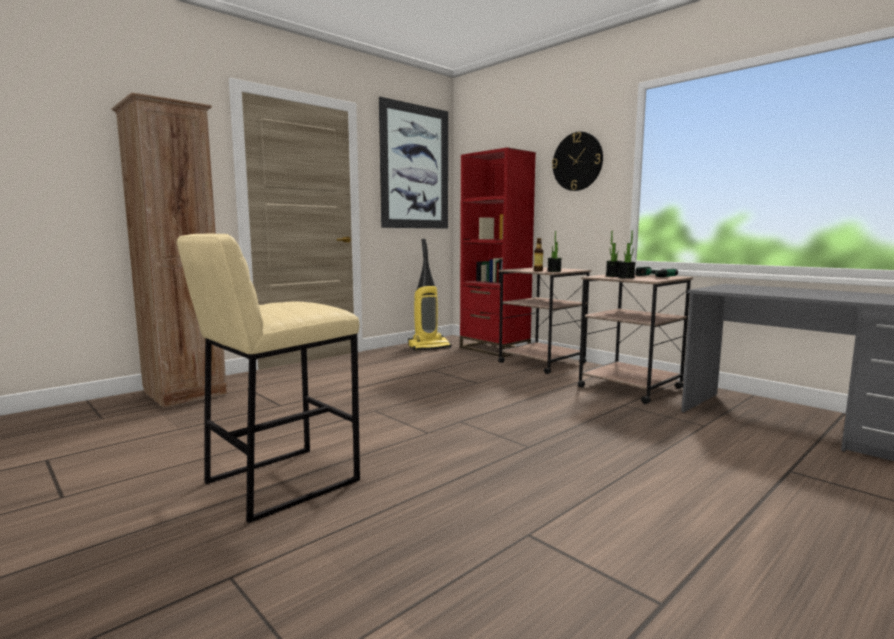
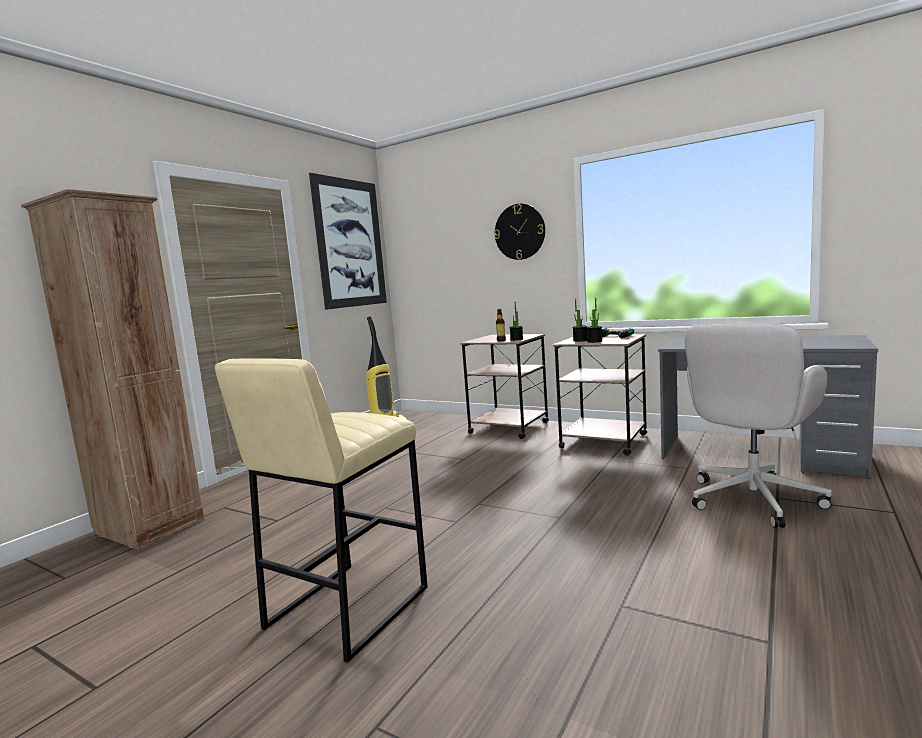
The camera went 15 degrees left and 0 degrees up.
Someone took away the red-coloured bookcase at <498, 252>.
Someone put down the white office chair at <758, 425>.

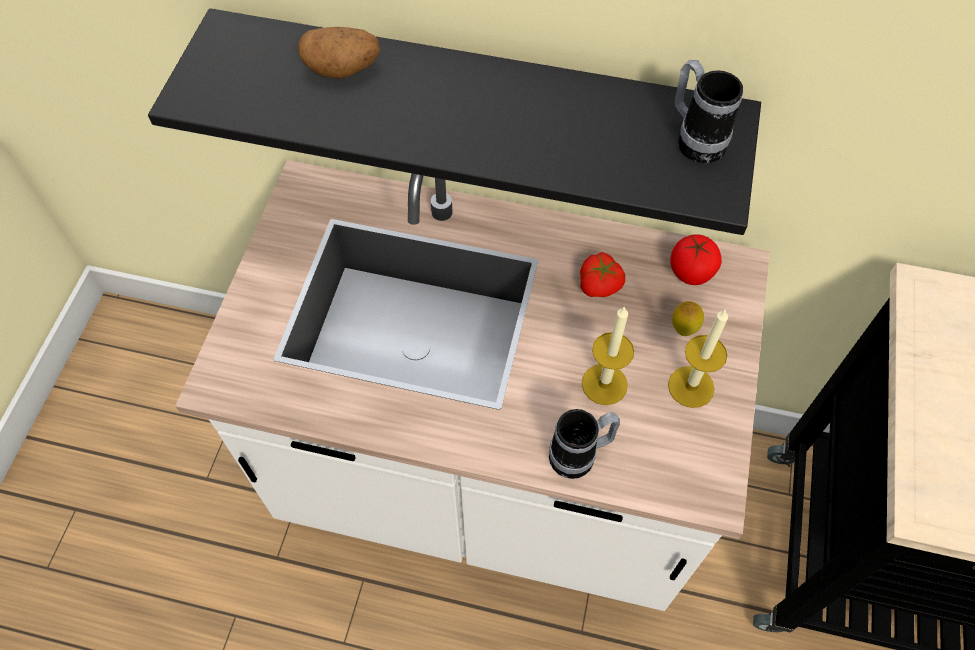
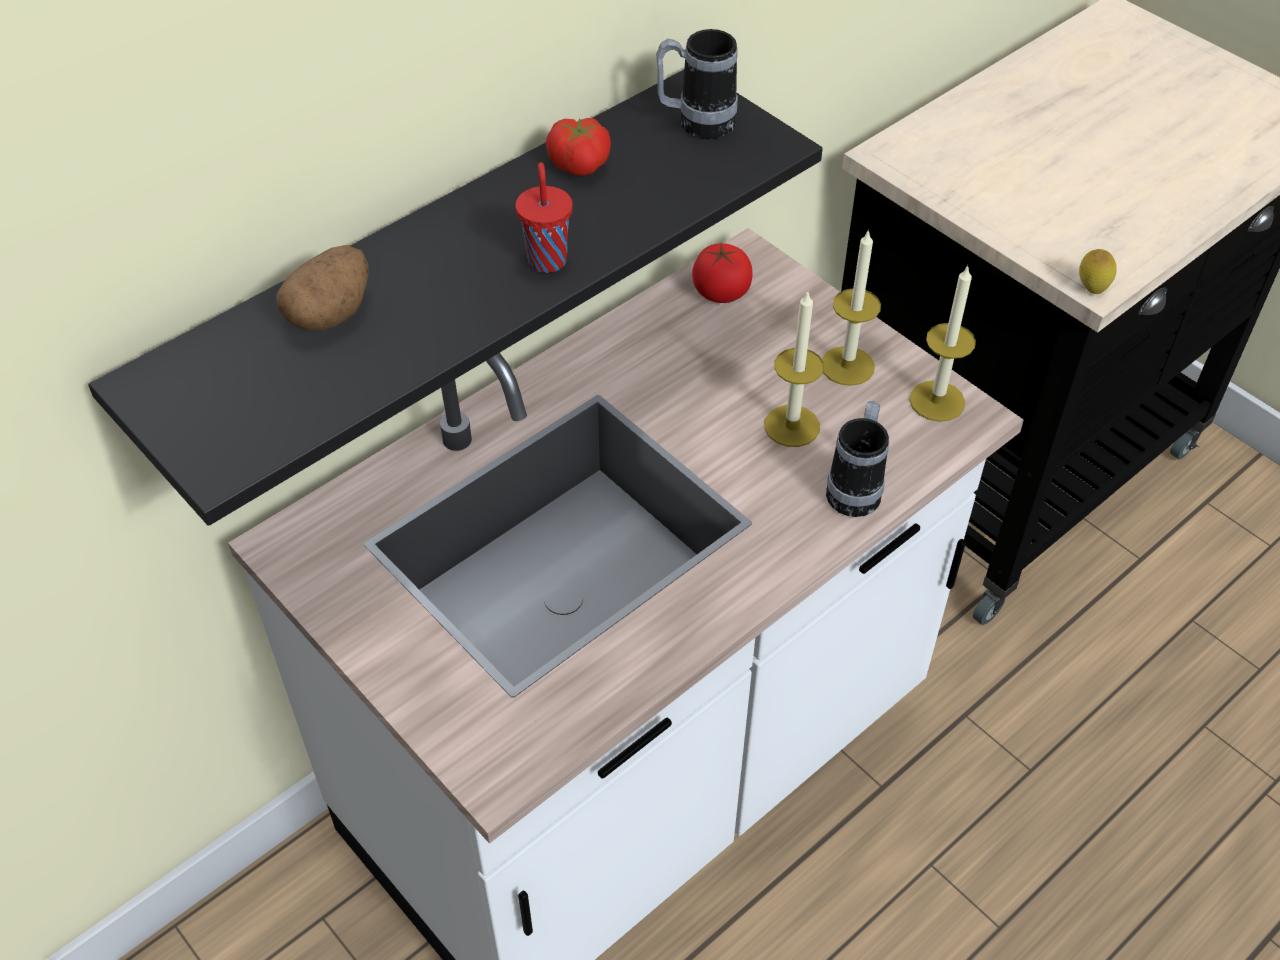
The camera went 55 degrees left and 10 degrees down.
Someone put down the red-coloured cup at <544, 217>.
Someone put down the wax candle at <942, 343>.
Someone carried the whole tomato from <602, 274> to <578, 147>.
Someone carried the citrus fruit from <688, 318> to <1098, 271>.

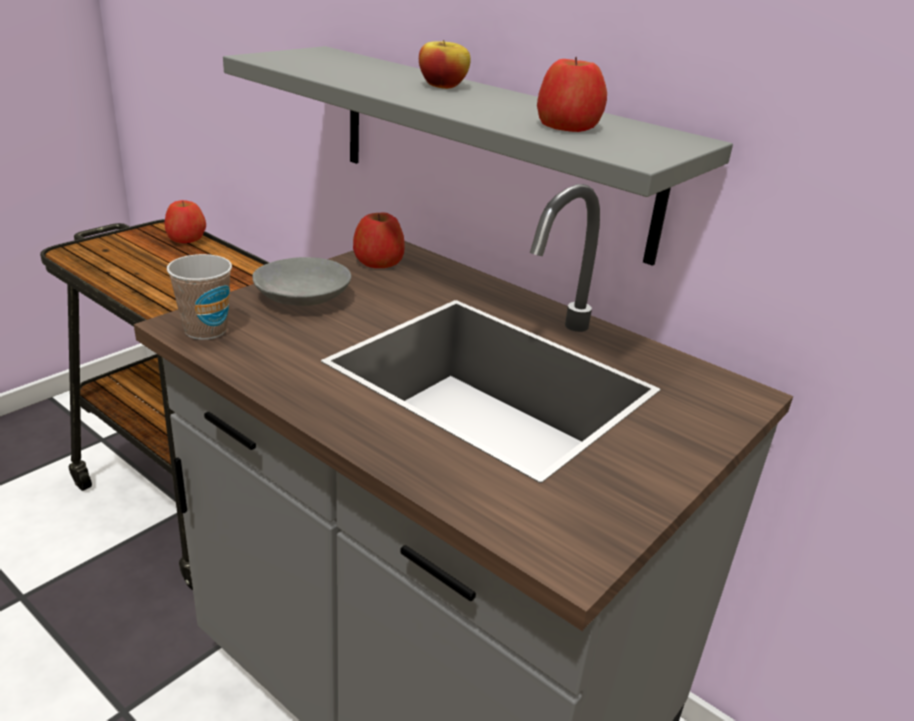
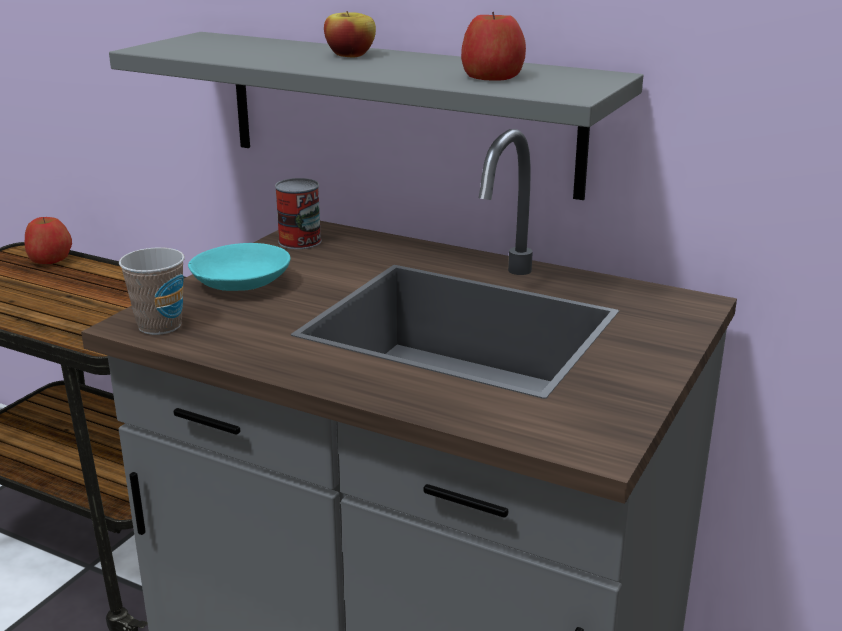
The camera went 10 degrees left and 5 degrees down.
Someone swapped the apple fruit at <379, 240> for the metal can at <298, 213>.
Someone repainted the gray bowl at <301, 281>, which became the turquoise bowl at <239, 267>.

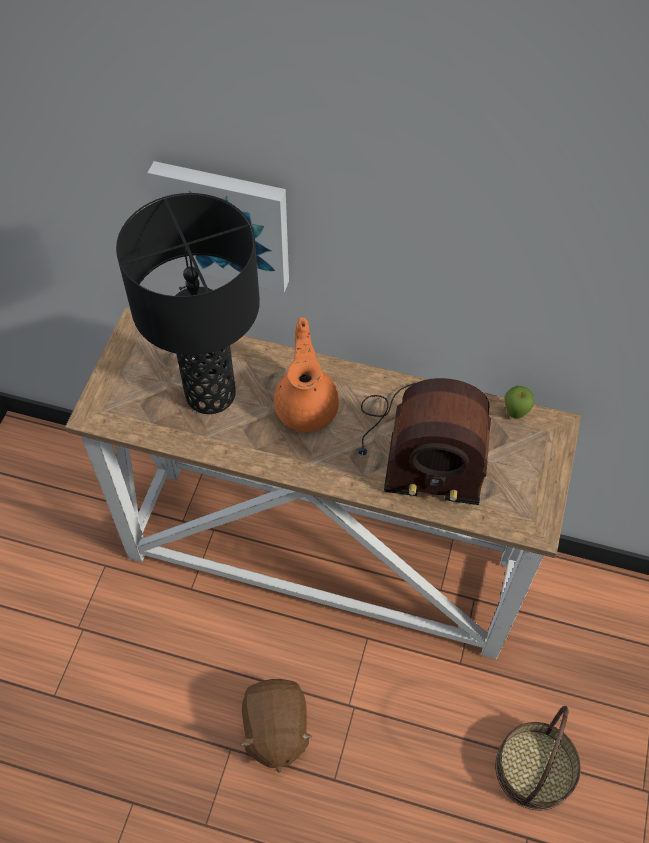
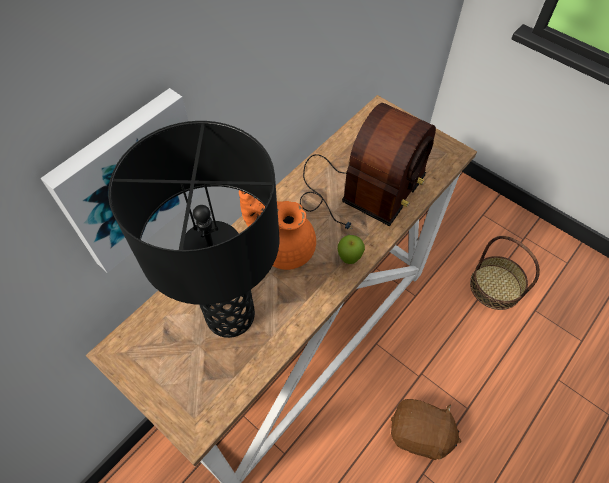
The camera went 65 degrees left and 0 degrees up.
Someone carried the apple fruit from <519, 402> to <351, 249>.

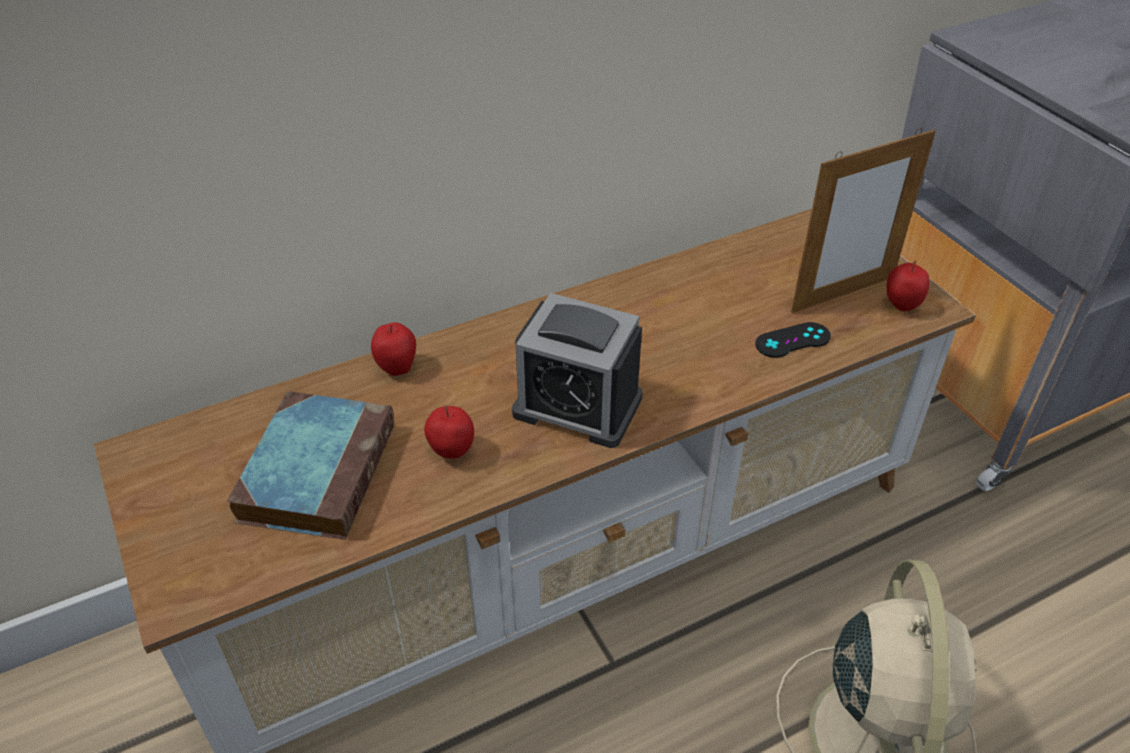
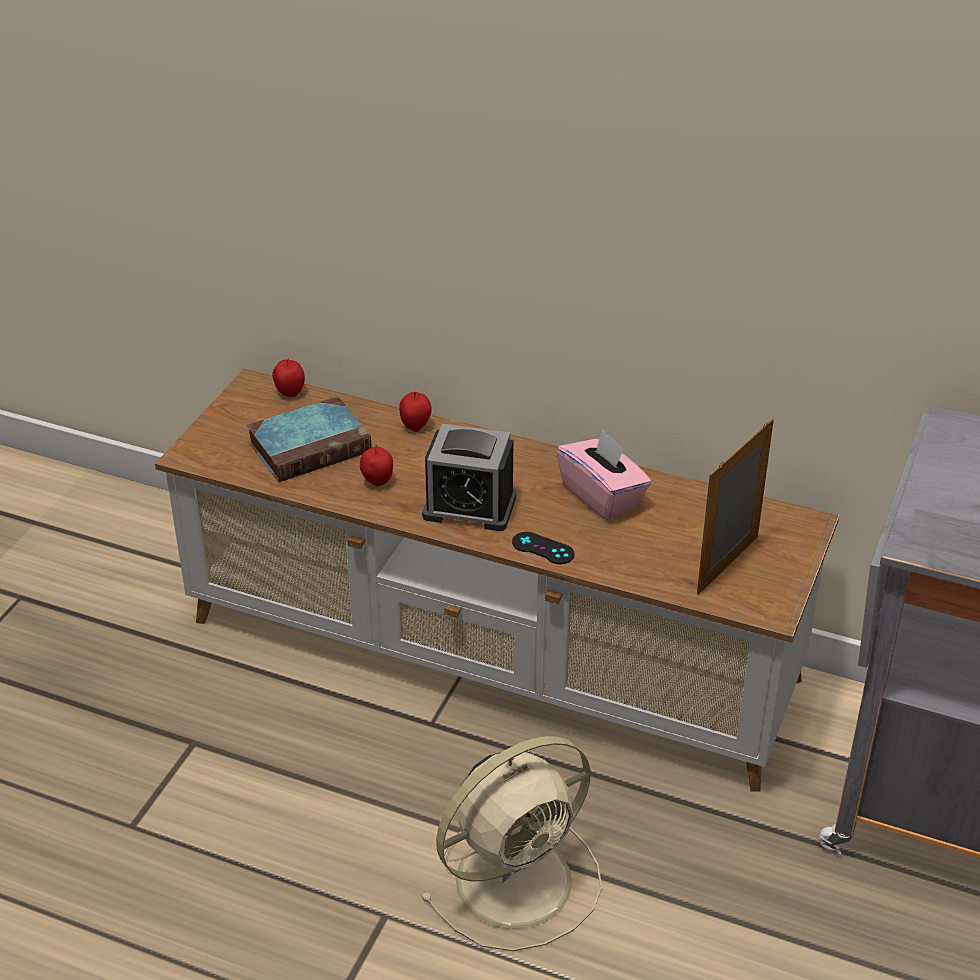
The camera went 50 degrees right and 5 degrees down.
Someone put down the pink-coloured tissue box at <604, 474>.
Someone carried the black joypad from <793, 340> to <543, 548>.
Someone carried the apple fruit from <908, 286> to <288, 377>.
Someone rotated the bedside clock at <577, 370> by 60 degrees counterclockwise.
Someone rotated the photo frame at <863, 220> by 105 degrees clockwise.

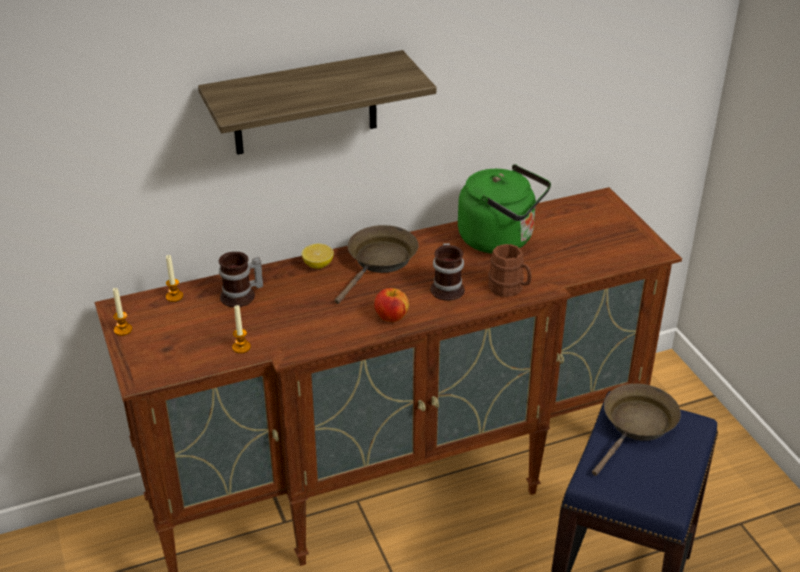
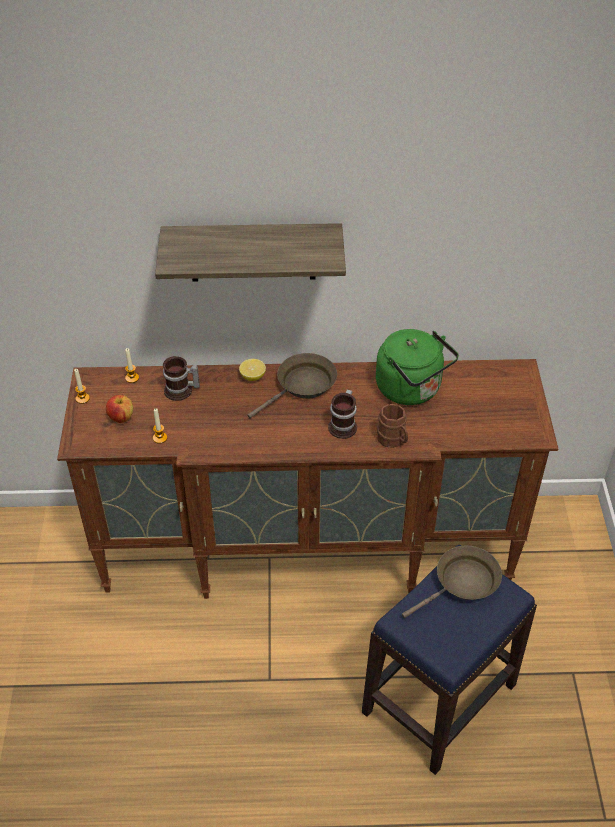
The camera went 20 degrees right and 10 degrees up.
Someone carried the apple fruit from <391, 305> to <119, 409>.

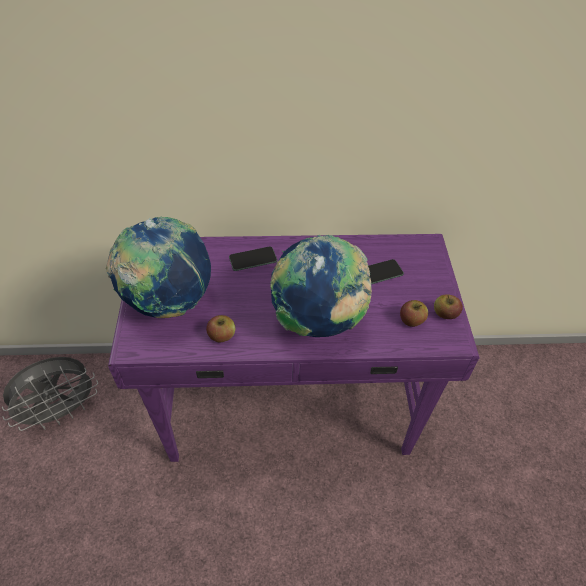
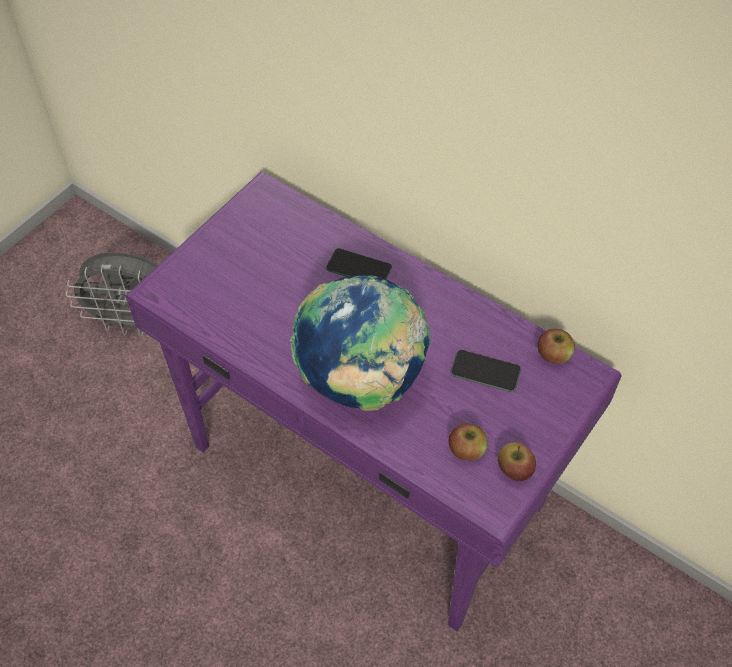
The camera went 40 degrees right and 5 degrees up.
Someone took away the desk globe at <158, 267>.
Someone carried the apple fruit from <220, 328> to <556, 346>.

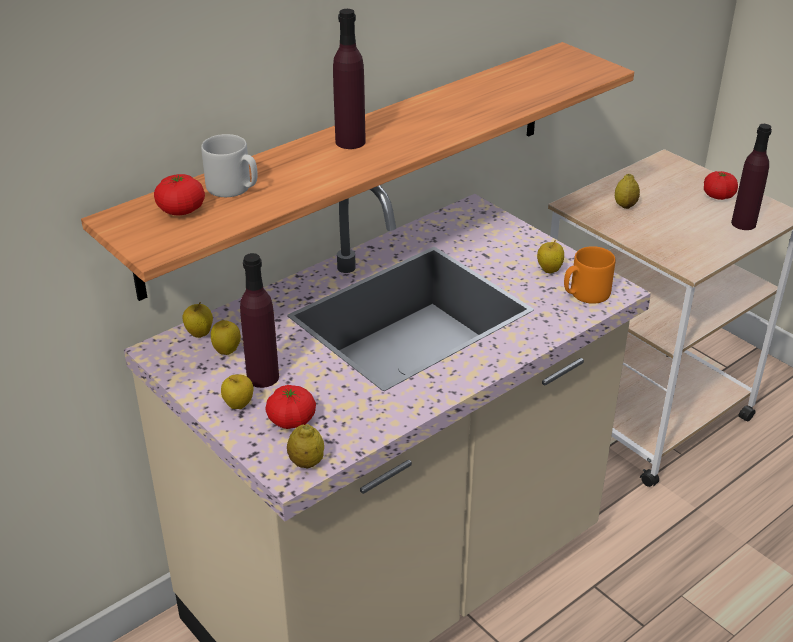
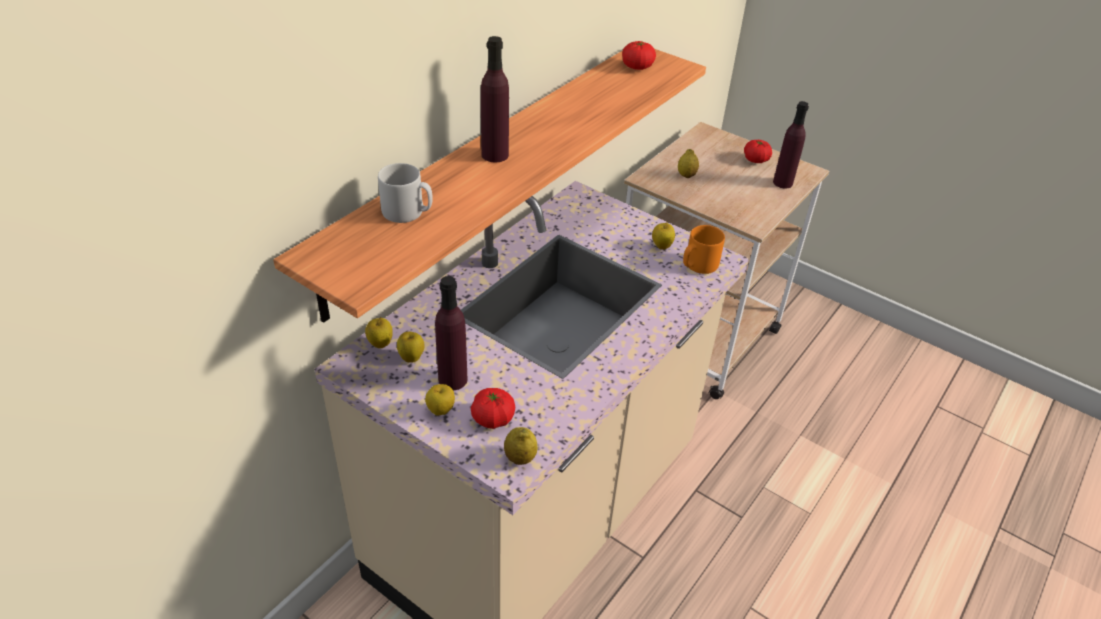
The camera went 15 degrees left and 5 degrees up.
Someone carried the whole tomato from <179, 194> to <639, 55>.

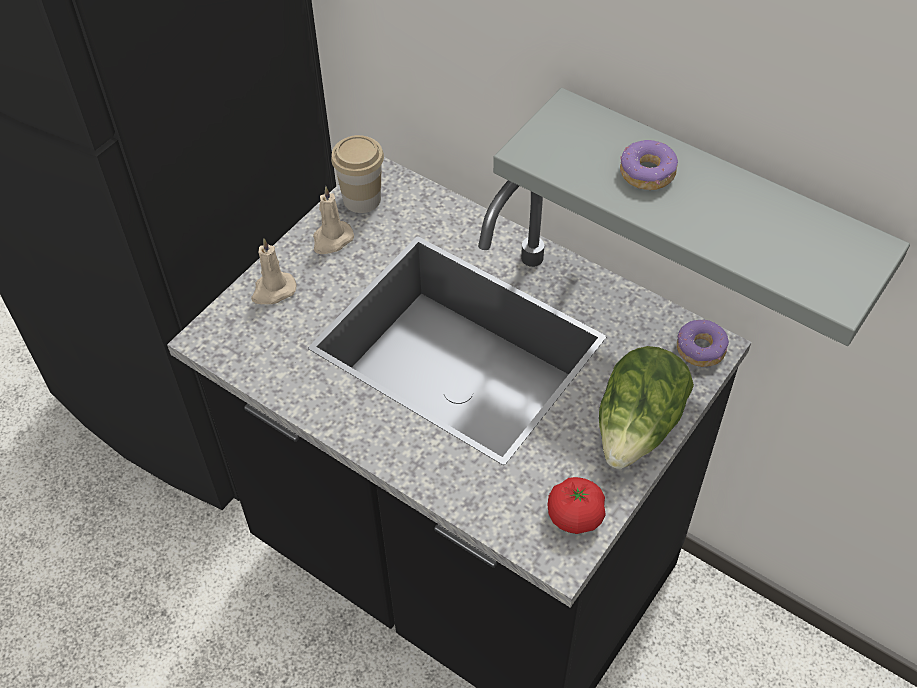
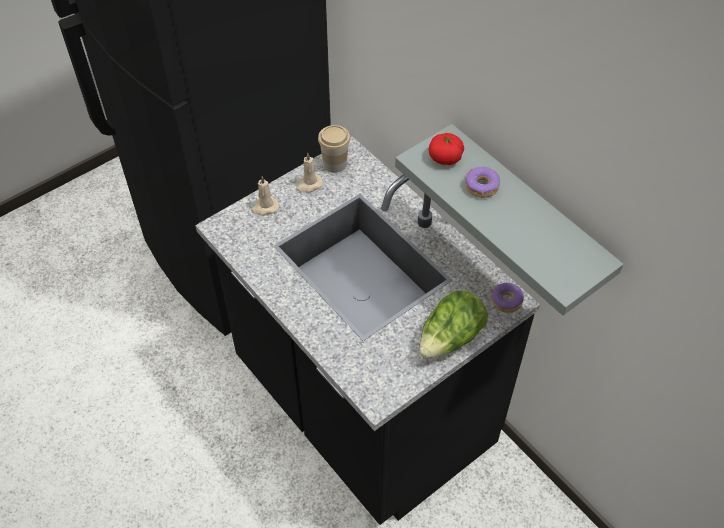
The camera went 15 degrees right and 0 degrees up.
Someone carried the whole tomato from <577, 505> to <446, 149>.

